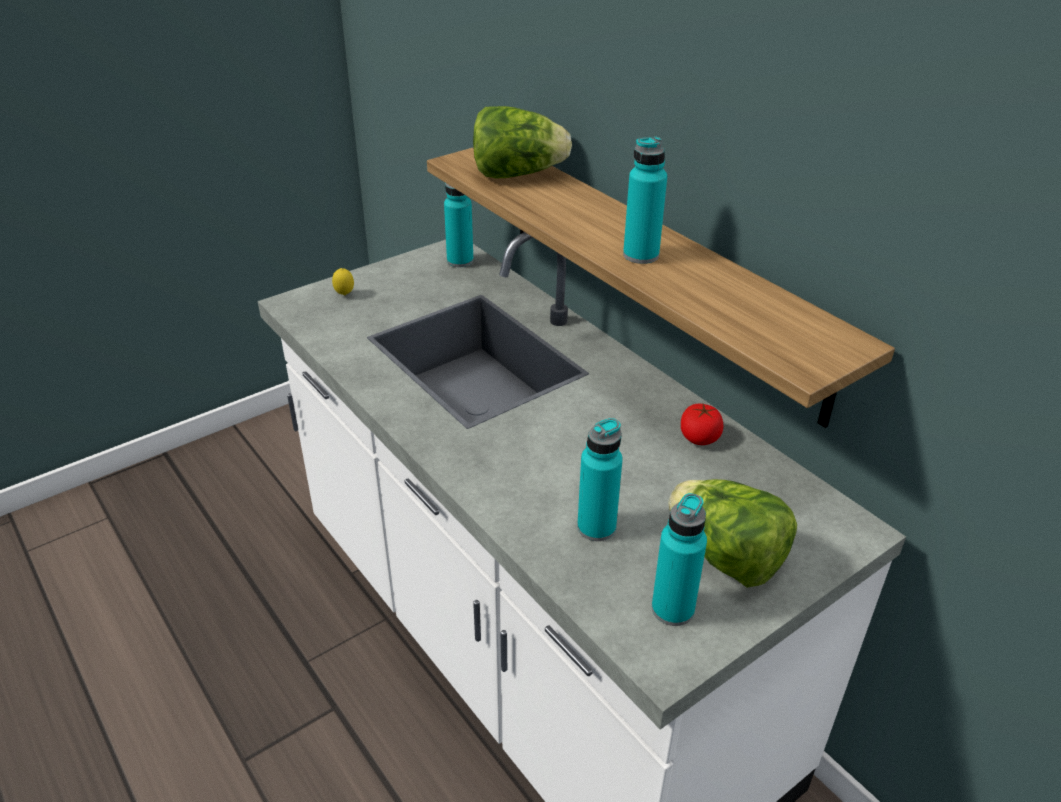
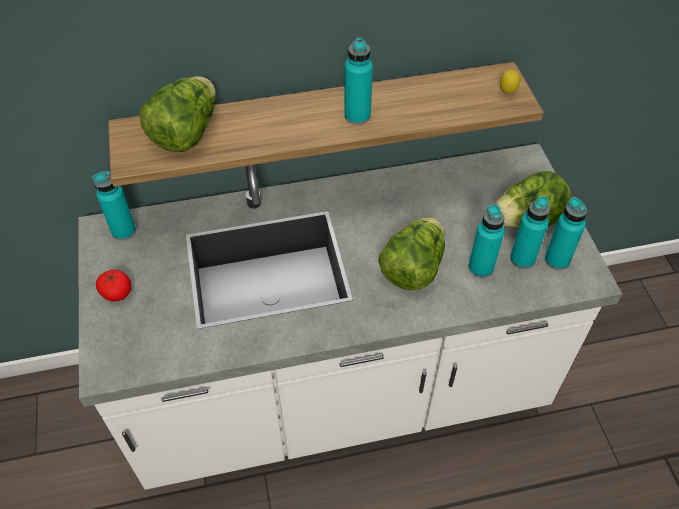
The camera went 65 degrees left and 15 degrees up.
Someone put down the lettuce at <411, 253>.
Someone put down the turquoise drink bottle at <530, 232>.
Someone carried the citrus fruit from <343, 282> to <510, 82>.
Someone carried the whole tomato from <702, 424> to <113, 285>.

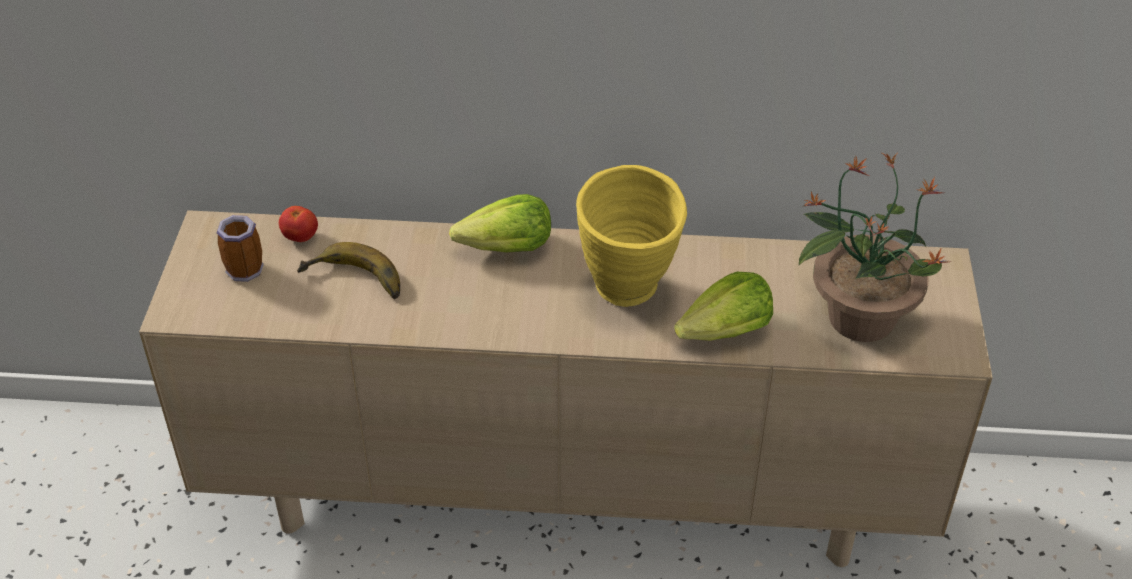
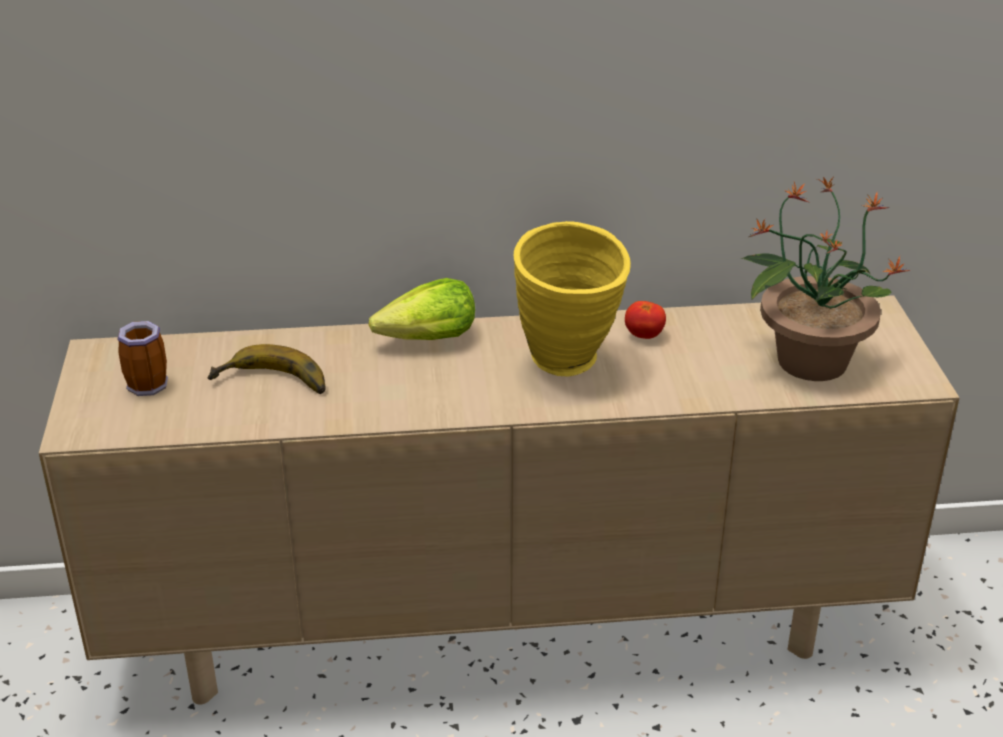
The camera went 10 degrees left and 10 degrees down.
Someone took away the lettuce at <723, 306>.
Someone carried the whole tomato from <298, 224> to <645, 320>.

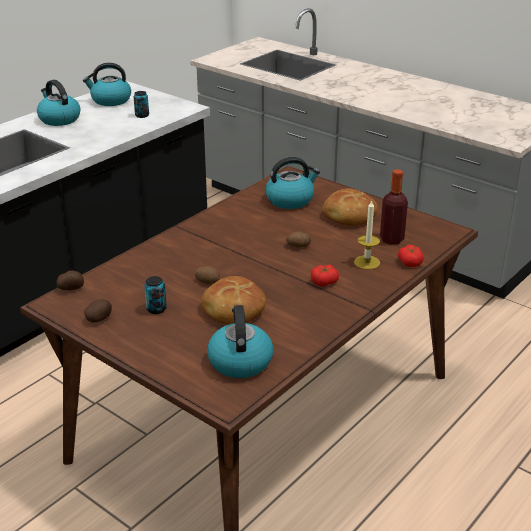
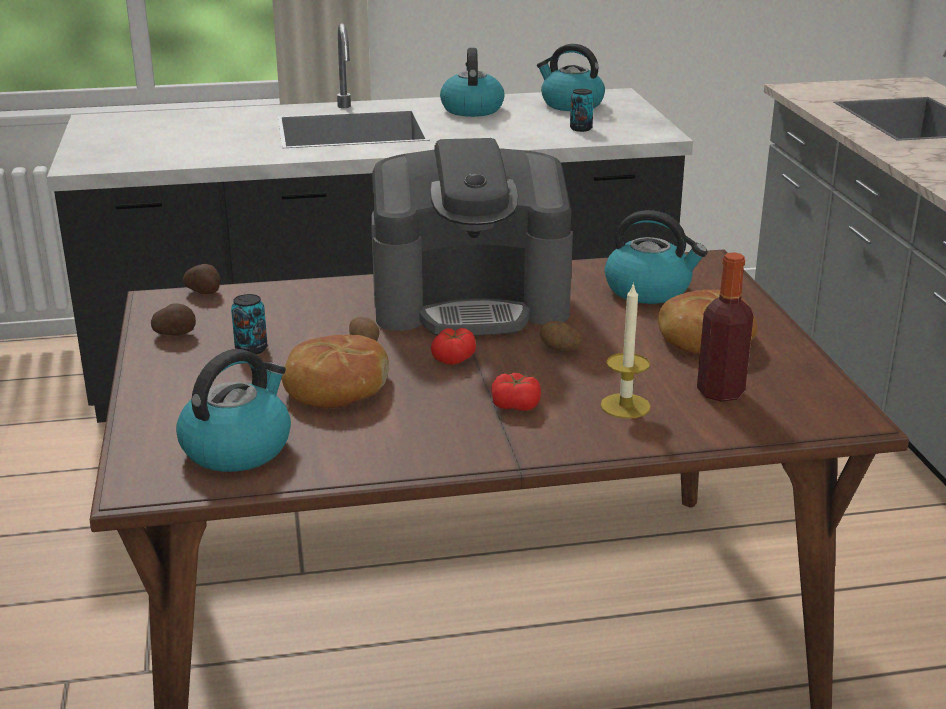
The camera went 40 degrees right and 5 degrees down.
Someone put down the coffee maker at <472, 237>.
Someone carried the whole tomato from <411, 256> to <453, 346>.

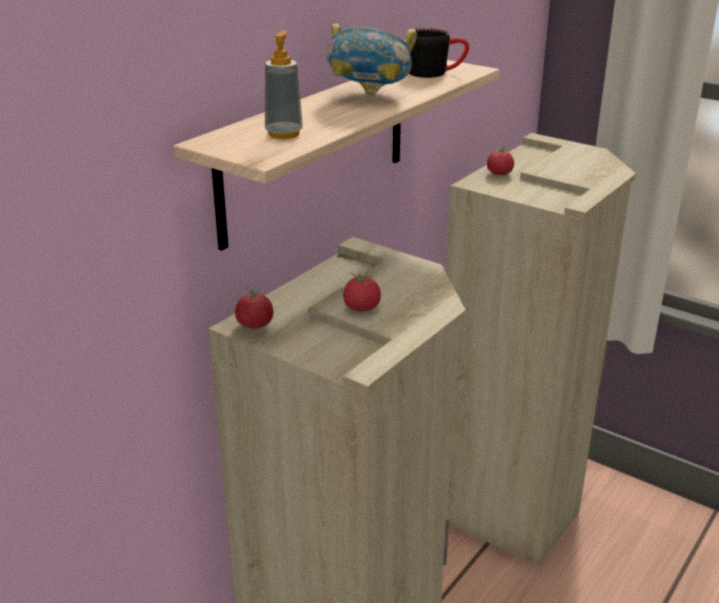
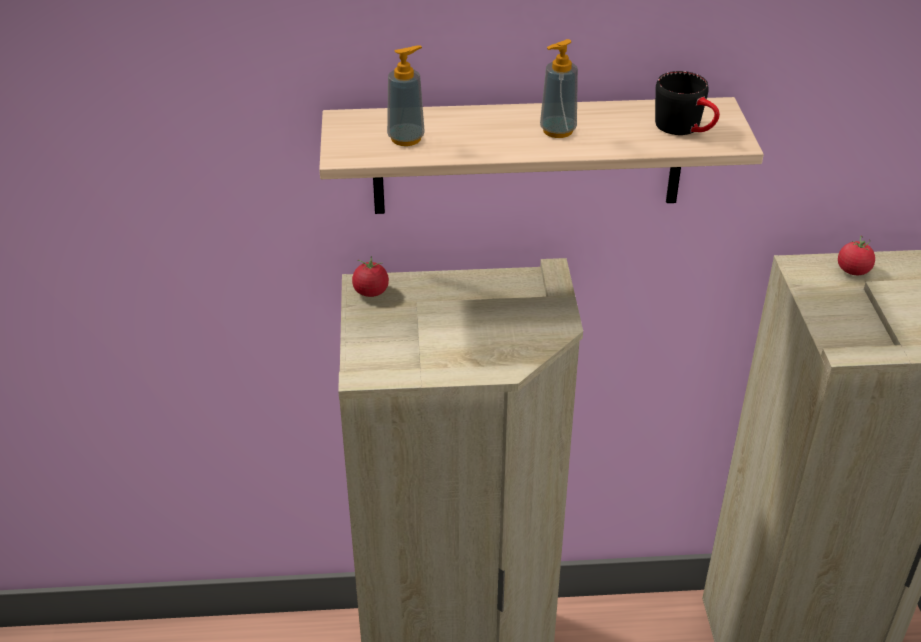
The camera went 50 degrees right and 10 degrees up.
Someone took away the whole tomato at <362, 291>.
Someone swapped the bowl at <372, 59> for the soap bottle at <559, 88>.

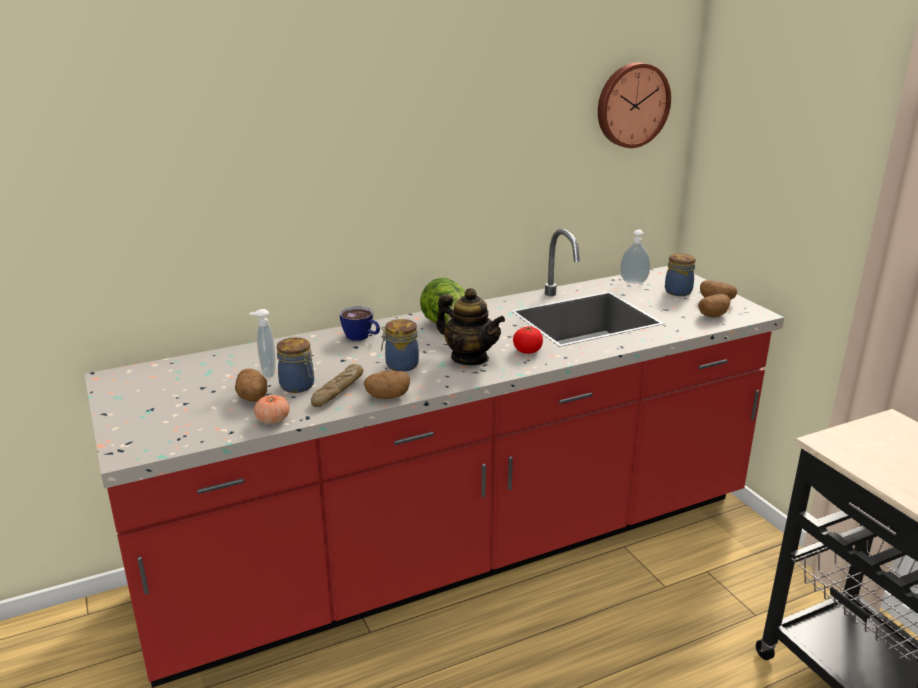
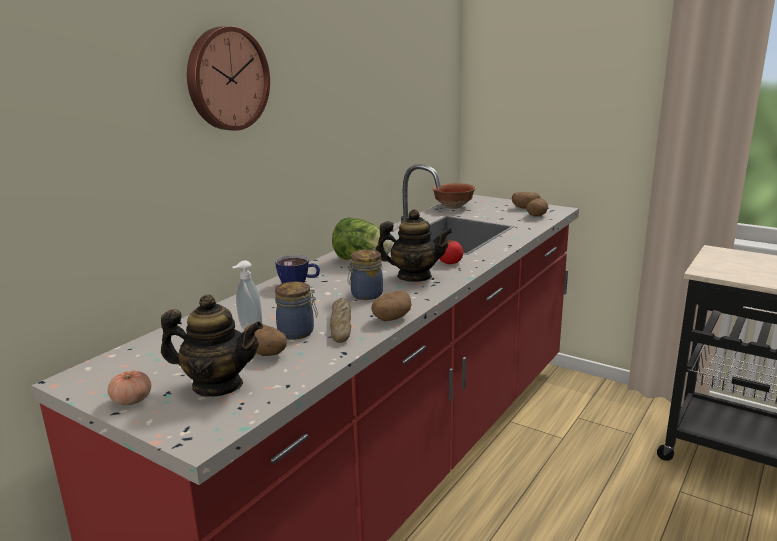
The camera went 30 degrees left and 5 degrees down.
Someone took away the jar at <680, 274>.
Someone put down the teapot at <212, 345>.
Someone carried the whole tomato from <272, 409> to <129, 388>.
Someone carried the hanging clock from <634, 105> to <228, 78>.
Someone swapped the soap bottle at <635, 256> for the bowl at <453, 196>.

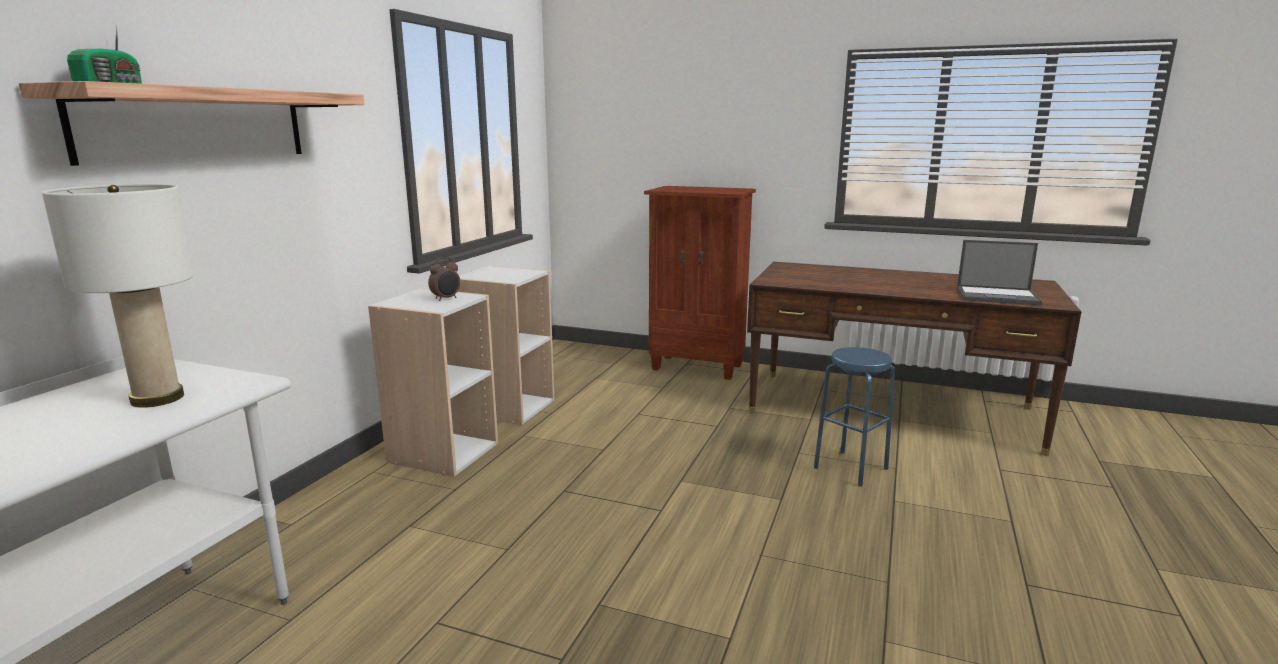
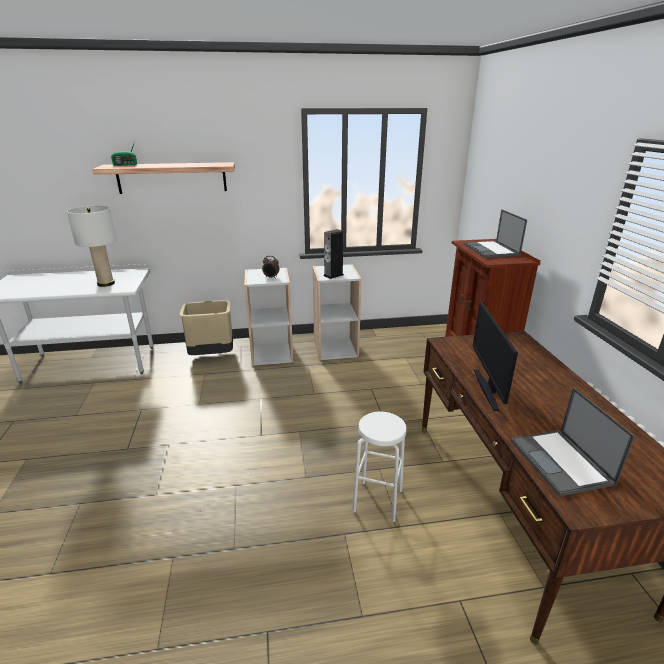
The camera went 60 degrees right and 10 degrees up.
Someone put down the beige-coloured waste bin at <206, 327>.
Someone put down the audio speaker at <333, 254>.
Someone put down the laptop at <495, 233>.
Someone put down the monitor at <495, 356>.
Someone repainted the blue stool at <854, 417>, which became the white stool at <379, 466>.

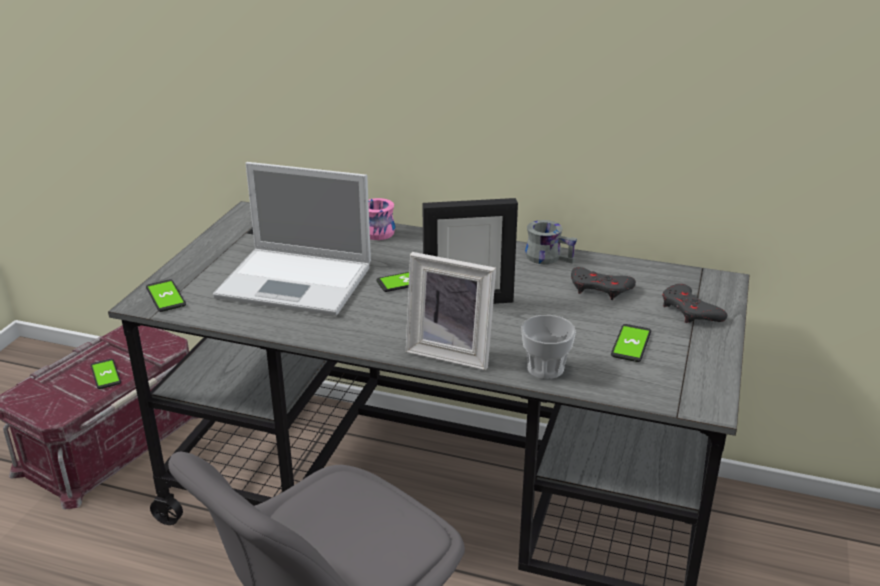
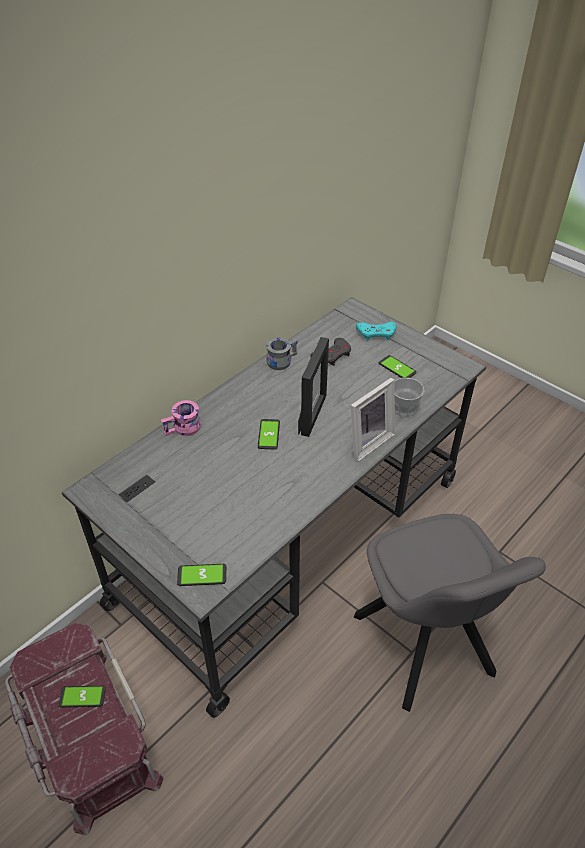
The camera went 65 degrees left and 15 degrees up.
Someone took away the laptop at <292, 239>.
Someone repainted the gray joypad at <694, 303>, which became the turquoise joypad at <376, 331>.

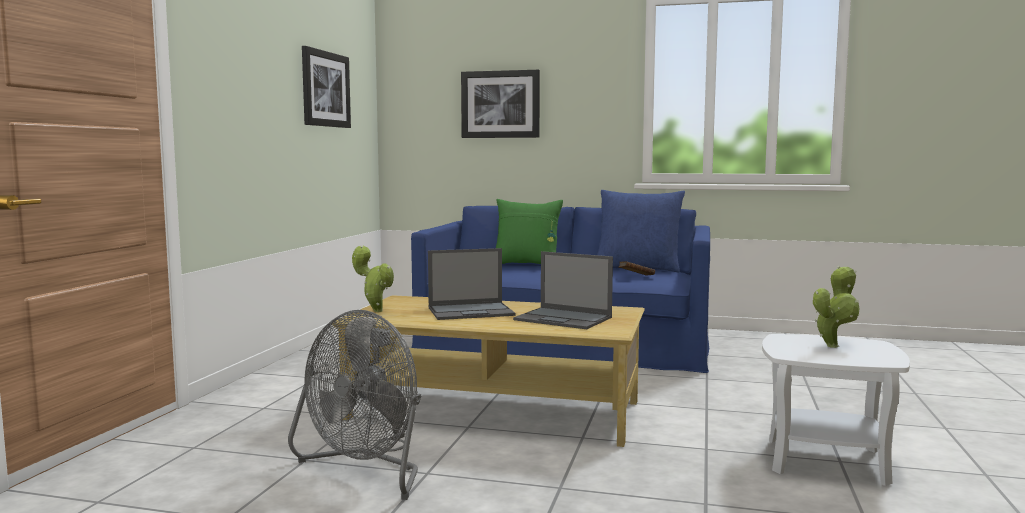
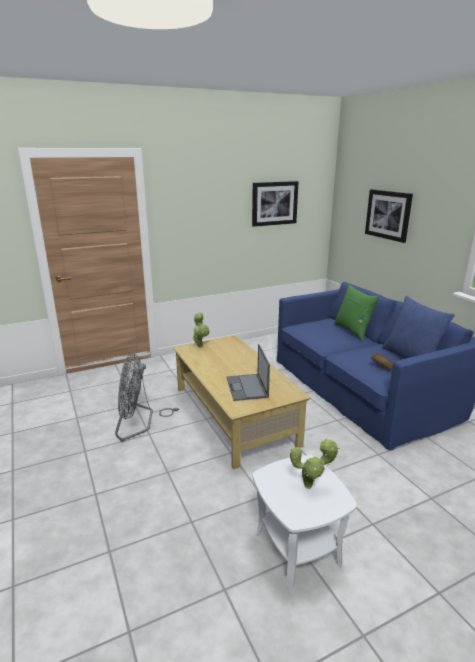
The camera went 50 degrees right and 15 degrees up.
Someone took away the laptop at <472, 284>.

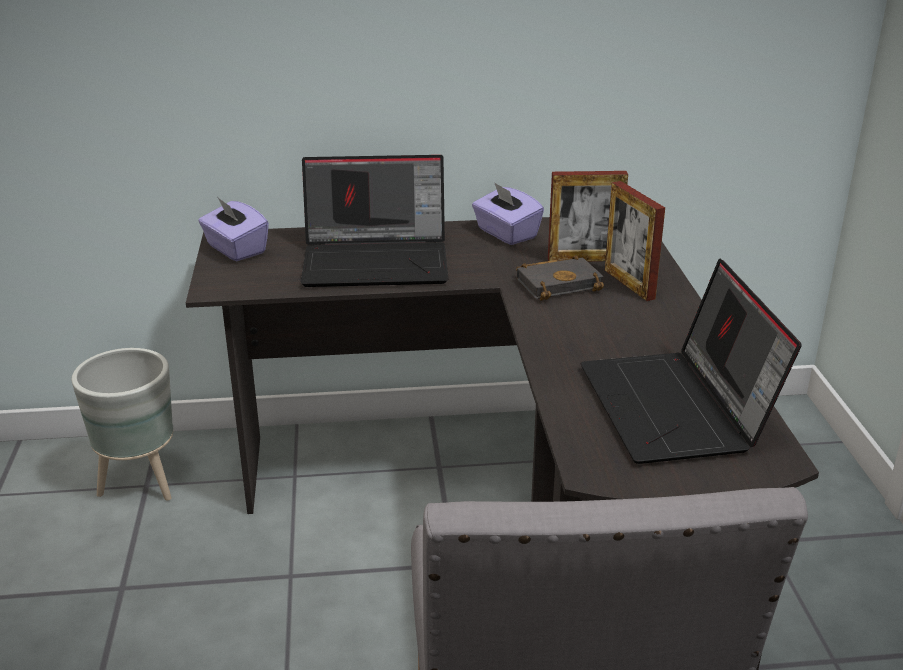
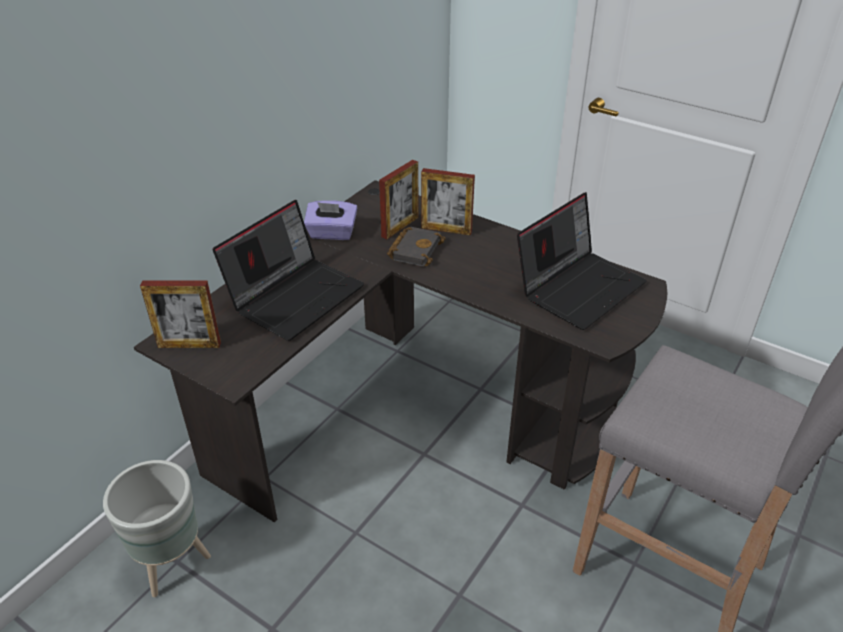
The camera went 50 degrees left and 10 degrees up.
Someone swapped the purplish tissue box at <233, 229> for the photo frame at <180, 314>.
Someone rotated the laptop at <691, 361> by 75 degrees counterclockwise.

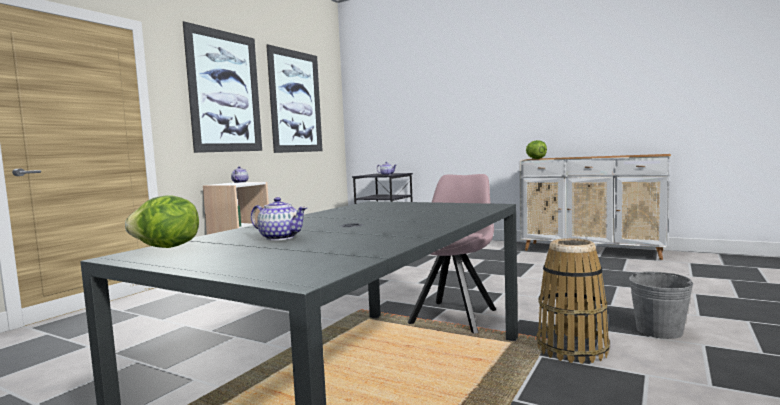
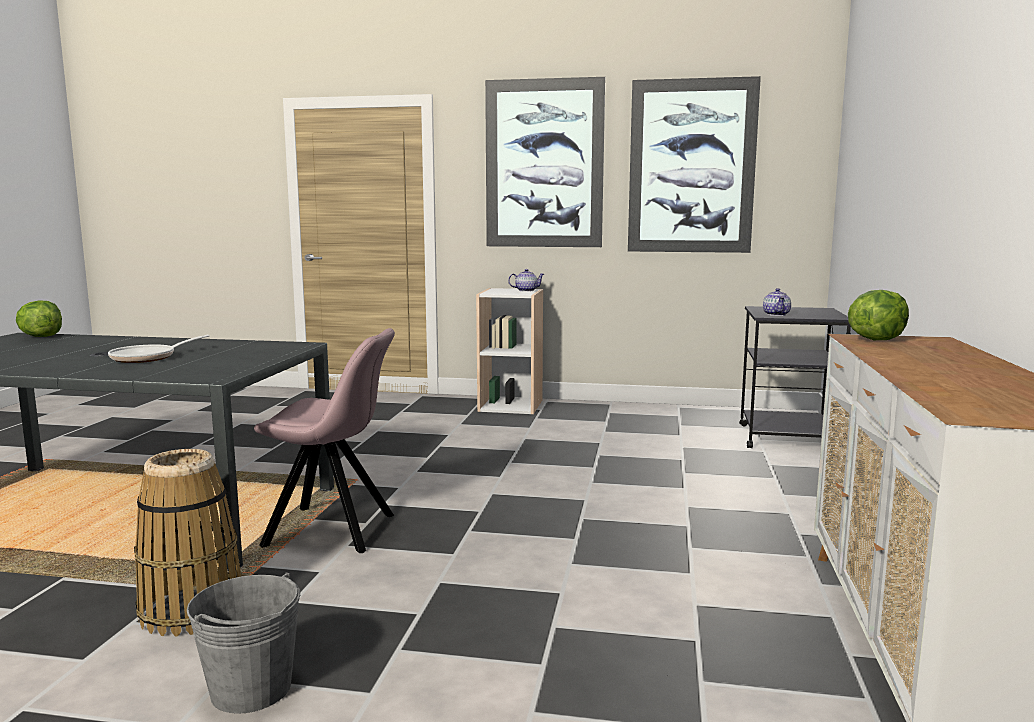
The camera went 70 degrees right and 5 degrees up.
Someone took away the teapot at <279, 219>.
Someone put down the pan at <159, 349>.

